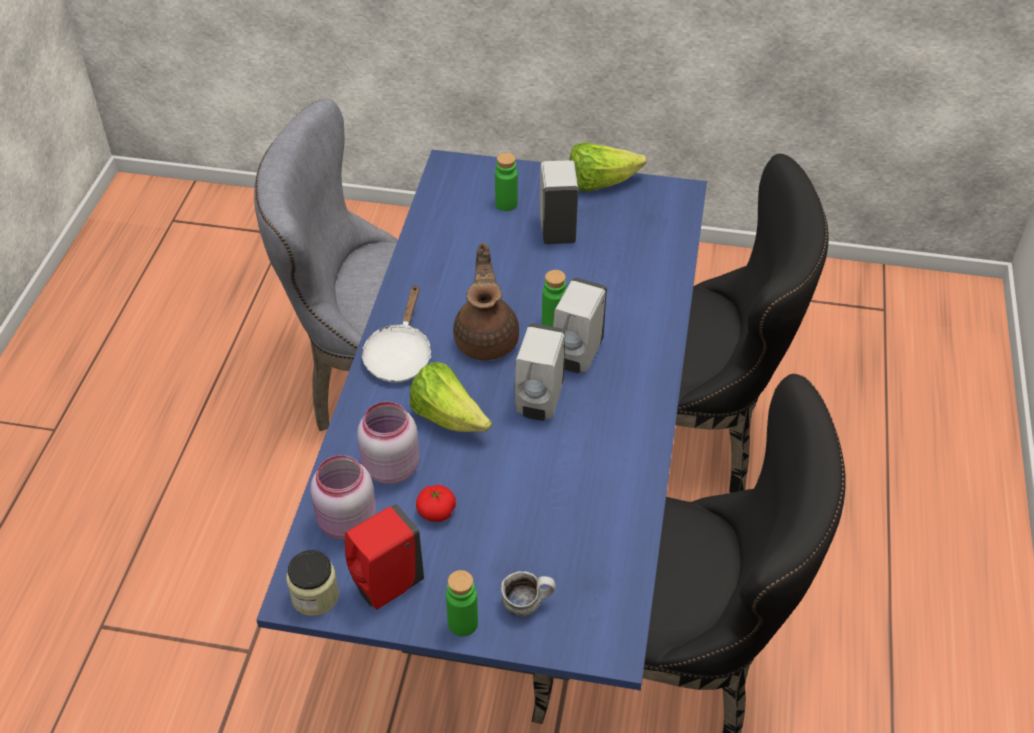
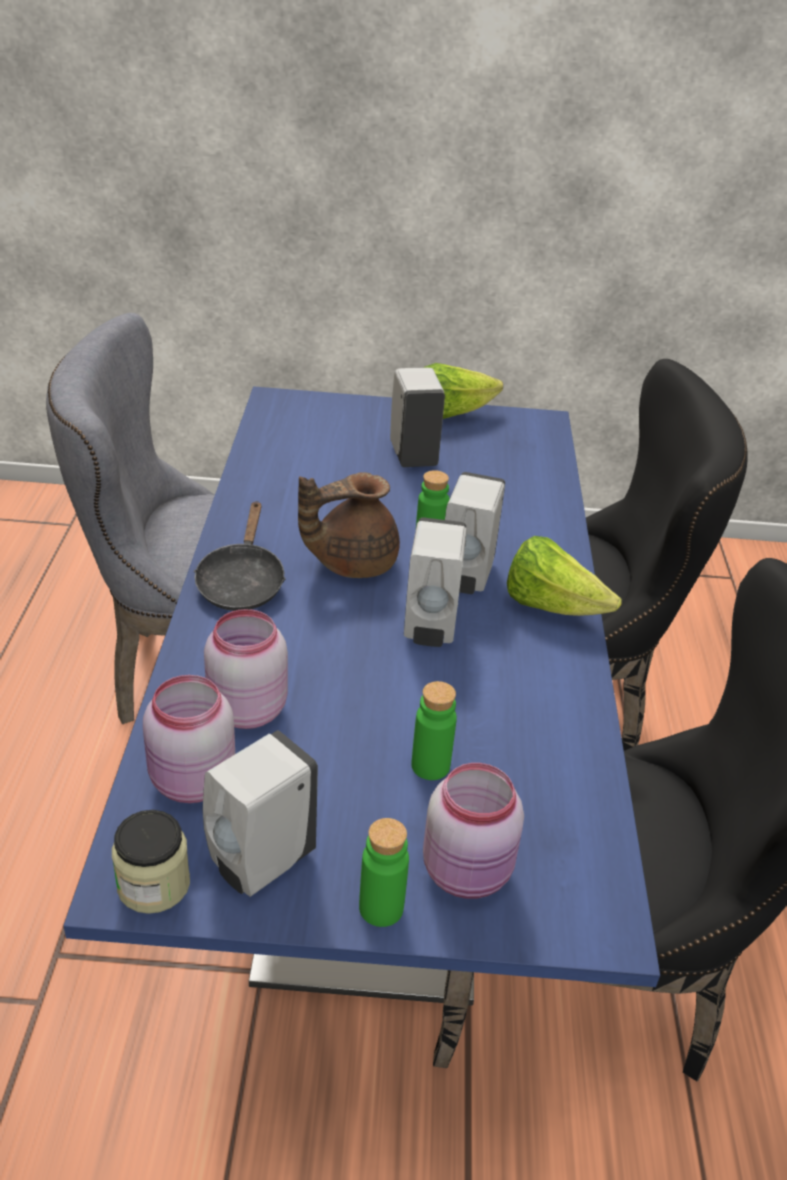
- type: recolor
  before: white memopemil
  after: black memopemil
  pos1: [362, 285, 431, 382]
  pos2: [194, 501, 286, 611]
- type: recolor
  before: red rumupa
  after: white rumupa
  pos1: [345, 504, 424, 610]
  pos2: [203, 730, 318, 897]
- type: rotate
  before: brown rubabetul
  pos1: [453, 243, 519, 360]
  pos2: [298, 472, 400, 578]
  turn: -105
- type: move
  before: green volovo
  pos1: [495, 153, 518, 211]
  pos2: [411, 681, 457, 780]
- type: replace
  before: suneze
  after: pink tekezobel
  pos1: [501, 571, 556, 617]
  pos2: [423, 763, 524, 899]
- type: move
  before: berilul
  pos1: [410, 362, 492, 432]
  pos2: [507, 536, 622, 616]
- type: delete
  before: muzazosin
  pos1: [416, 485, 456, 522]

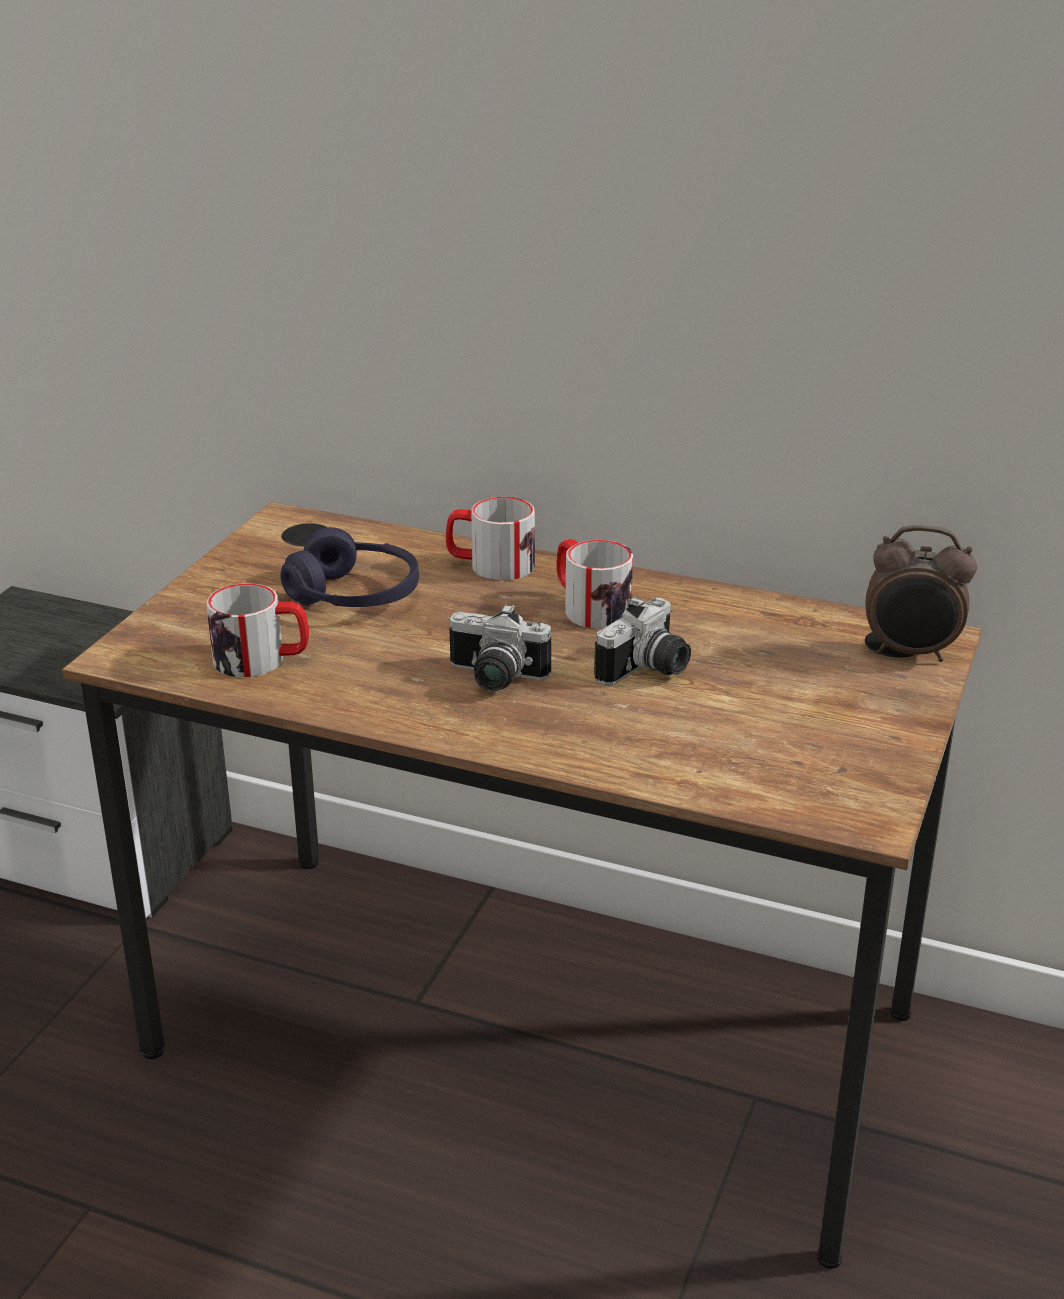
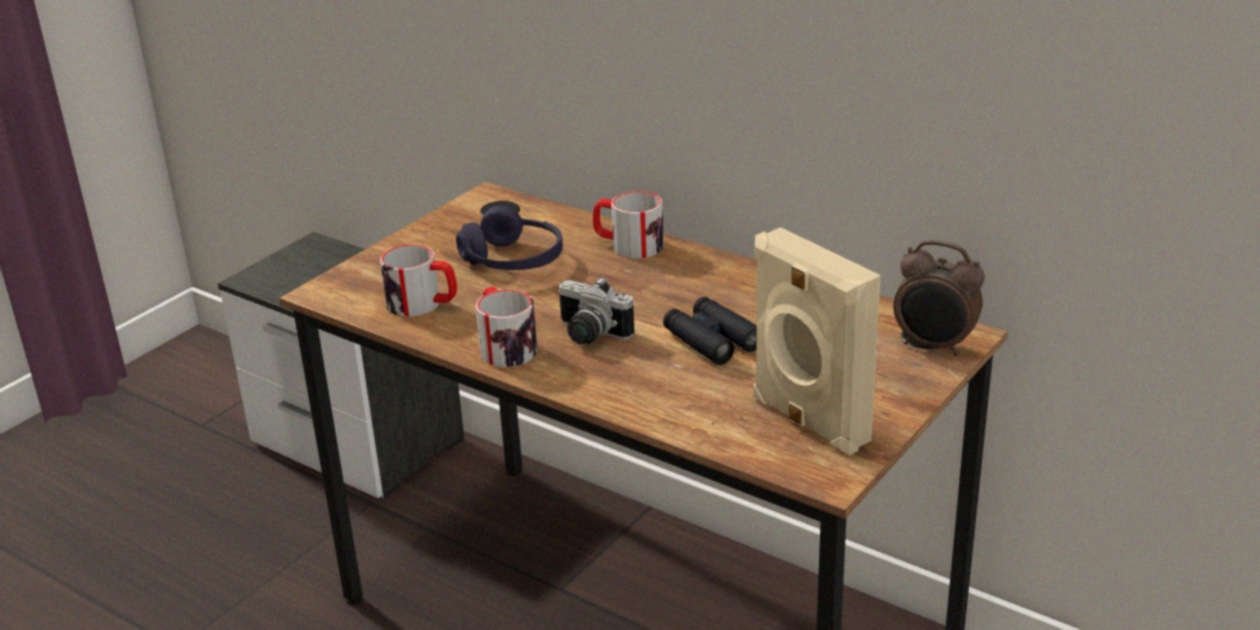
- type: move
  before: suneze
  pos1: [556, 539, 633, 629]
  pos2: [476, 287, 537, 367]
- type: replace
  before: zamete
  after: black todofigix
  pos1: [594, 596, 691, 686]
  pos2: [663, 297, 757, 365]
- type: insert
  after: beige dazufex
  pos2: [754, 227, 881, 455]

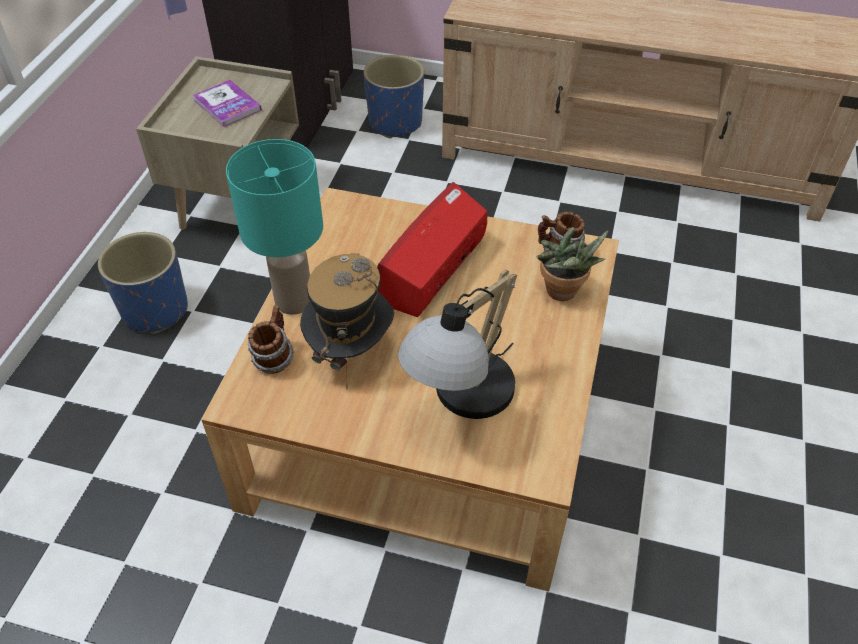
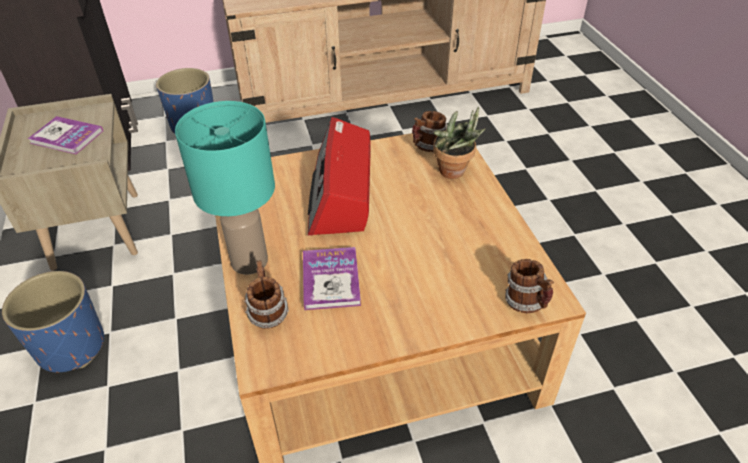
- type: replace
  before: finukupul
  after: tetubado
  pos1: [300, 253, 394, 389]
  pos2: [303, 247, 361, 310]
- type: insert
  after: suneze
  pos2: [505, 259, 554, 313]
- type: delete
  before: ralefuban
  pos1: [398, 270, 517, 419]

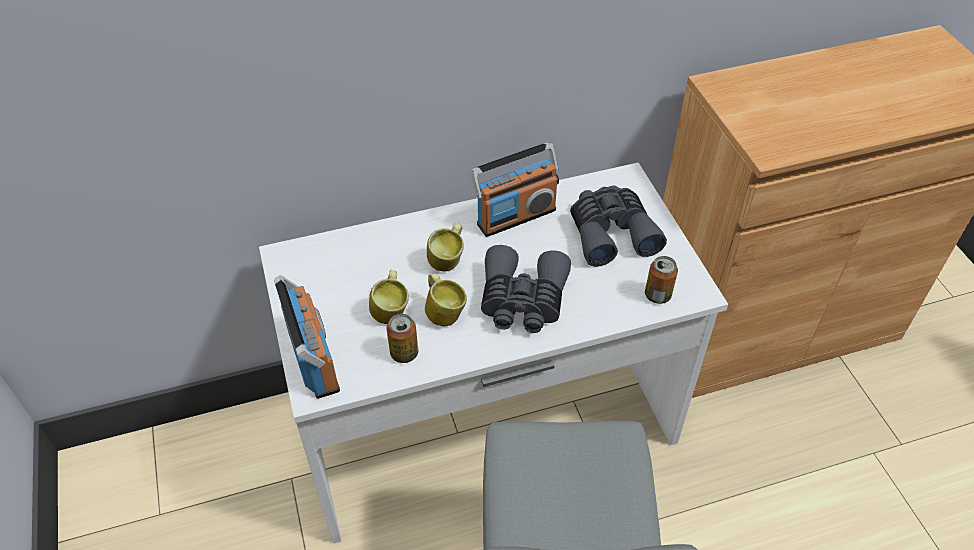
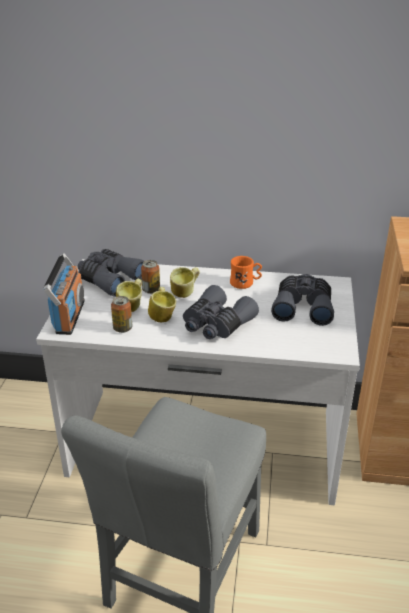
- type: insert
  after: grey todofigix
  pos2: [78, 249, 144, 297]
- type: move
  before: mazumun
  pos1: [645, 256, 678, 304]
  pos2: [141, 260, 160, 294]
- type: replace
  before: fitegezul
  after: orange suneze
  pos1: [471, 142, 559, 237]
  pos2: [230, 256, 262, 289]

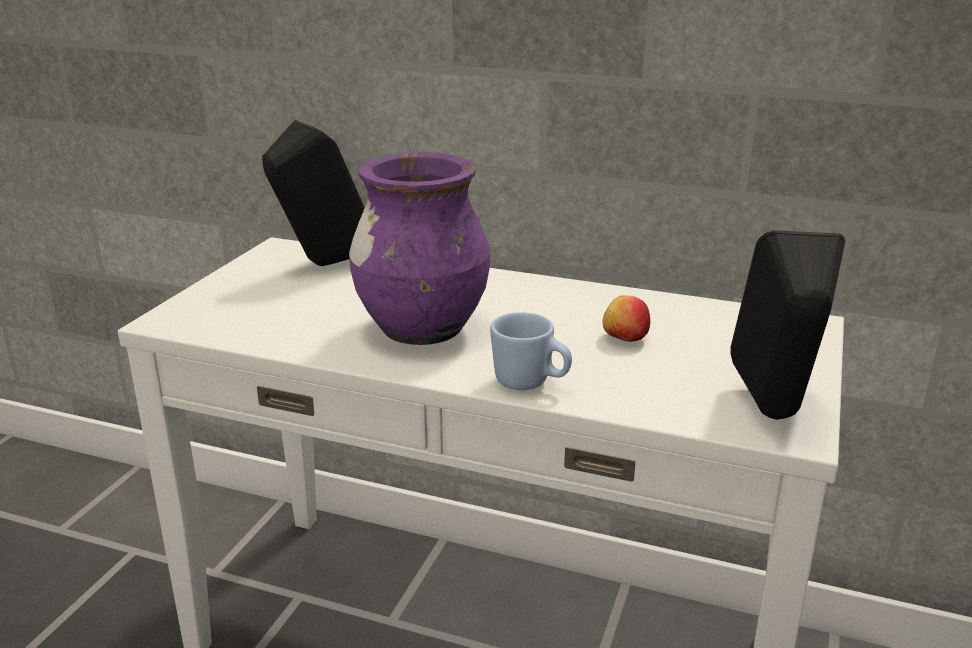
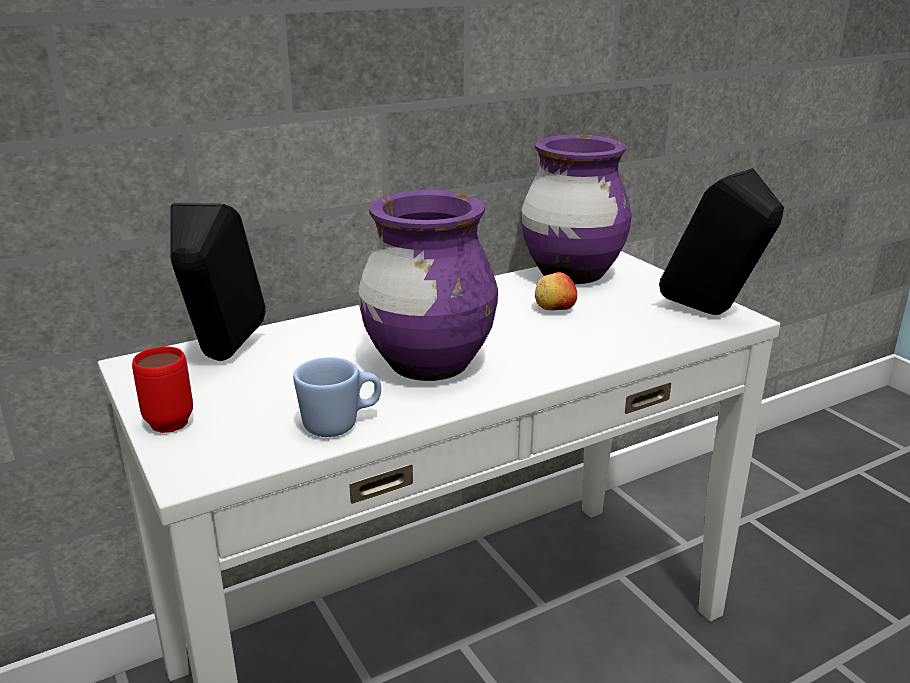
- type: insert
  after: red suneze
  pos2: [132, 346, 193, 433]
- type: move
  before: blue suneze
  pos1: [490, 312, 572, 390]
  pos2: [293, 357, 381, 437]
- type: insert
  after: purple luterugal
  pos2: [521, 134, 632, 284]

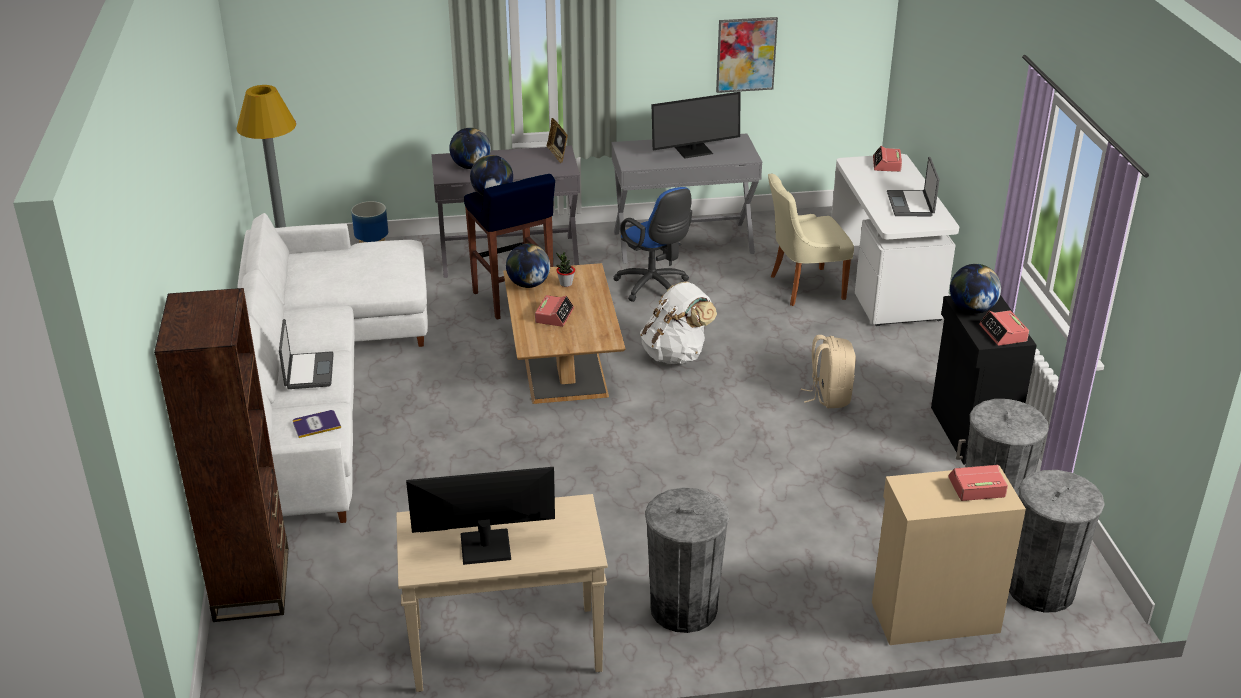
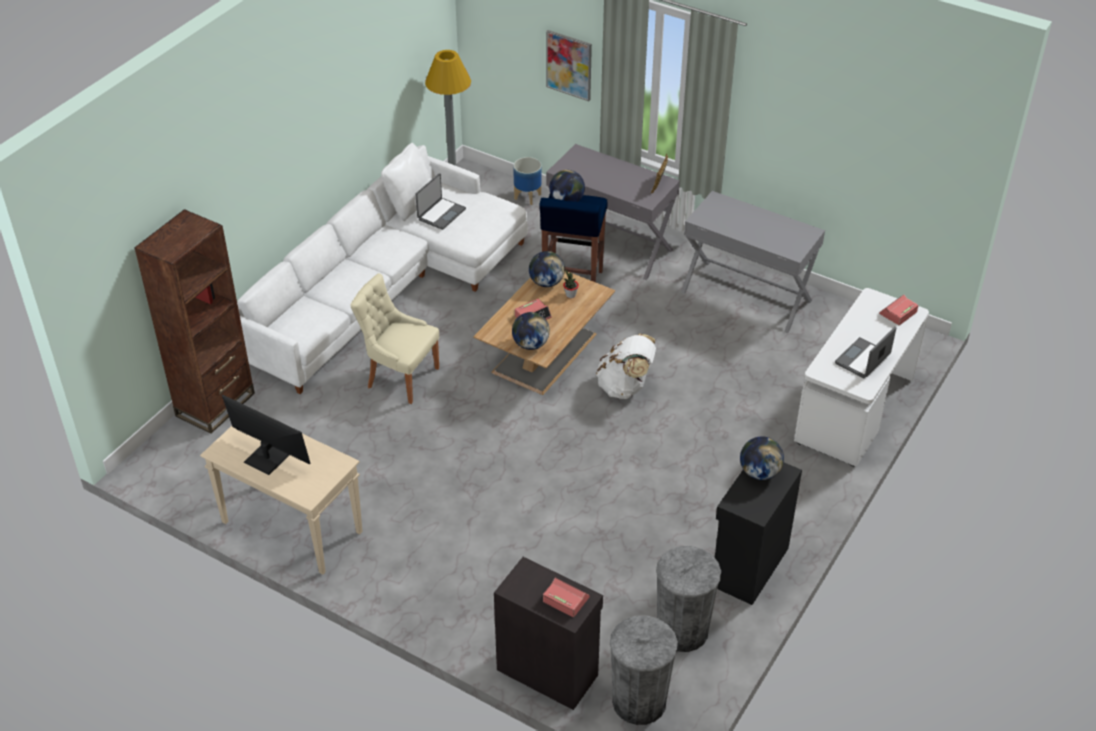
- type: move
  before: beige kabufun
  pos1: [768, 174, 854, 306]
  pos2: [350, 273, 439, 404]
- type: insert
  after: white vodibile
  pos2: [381, 143, 431, 221]
- type: move
  before: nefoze
  pos1: [279, 319, 334, 389]
  pos2: [415, 173, 466, 230]
- type: recolor
  before: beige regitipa
  after: black regitipa
  pos1: [872, 466, 1026, 645]
  pos2: [494, 557, 603, 710]
- type: move
  before: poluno
  pos1: [449, 128, 491, 169]
  pos2: [512, 312, 550, 350]
- type: move
  before: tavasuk
  pos1: [716, 17, 778, 93]
  pos2: [546, 30, 592, 101]
- type: delete
  before: tetubado
  pos1: [292, 410, 341, 438]
- type: delete
  before: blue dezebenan
  pos1: [613, 187, 692, 302]
- type: delete
  before: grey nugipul
  pos1: [645, 488, 729, 633]
- type: delete
  before: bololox
  pos1: [651, 92, 740, 159]
- type: delete
  before: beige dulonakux
  pos1: [801, 335, 856, 408]
- type: delete
  before: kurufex
  pos1: [979, 311, 1029, 346]

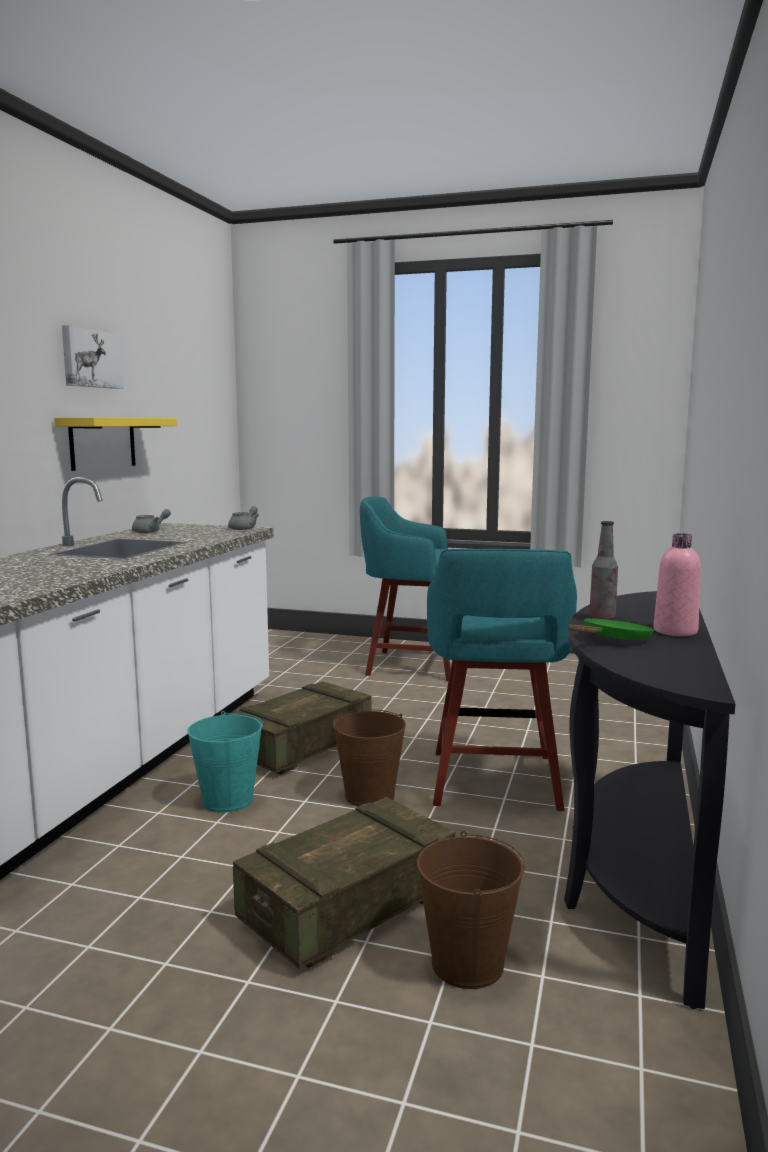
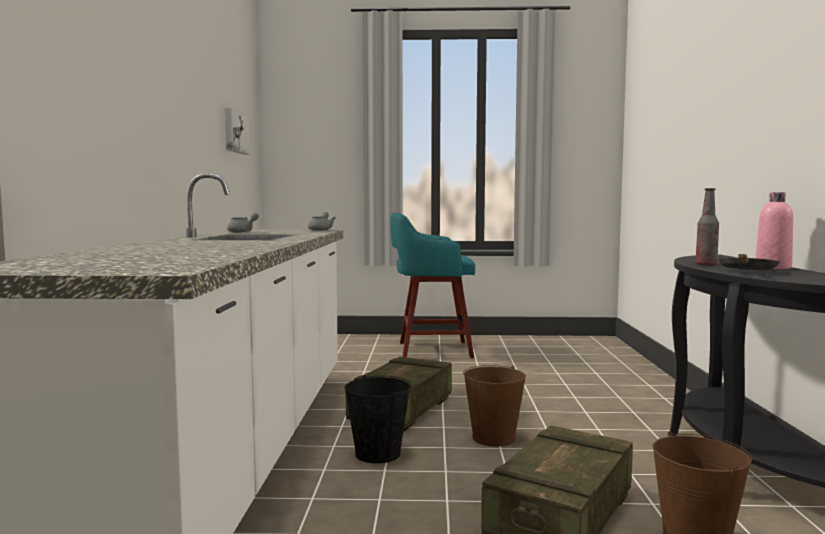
- type: move
  before: tavasuk
  pos1: [62, 325, 124, 389]
  pos2: [225, 108, 250, 155]
- type: recolor
  before: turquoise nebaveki
  after: black nebaveki
  pos1: [187, 711, 263, 813]
  pos2: [345, 375, 411, 463]
- type: recolor
  before: green memopemil
  after: black memopemil
  pos1: [568, 618, 654, 640]
  pos2: [718, 254, 780, 270]
- type: delete
  before: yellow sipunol
  pos1: [54, 417, 177, 471]
- type: delete
  before: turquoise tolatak
  pos1: [427, 549, 577, 811]

